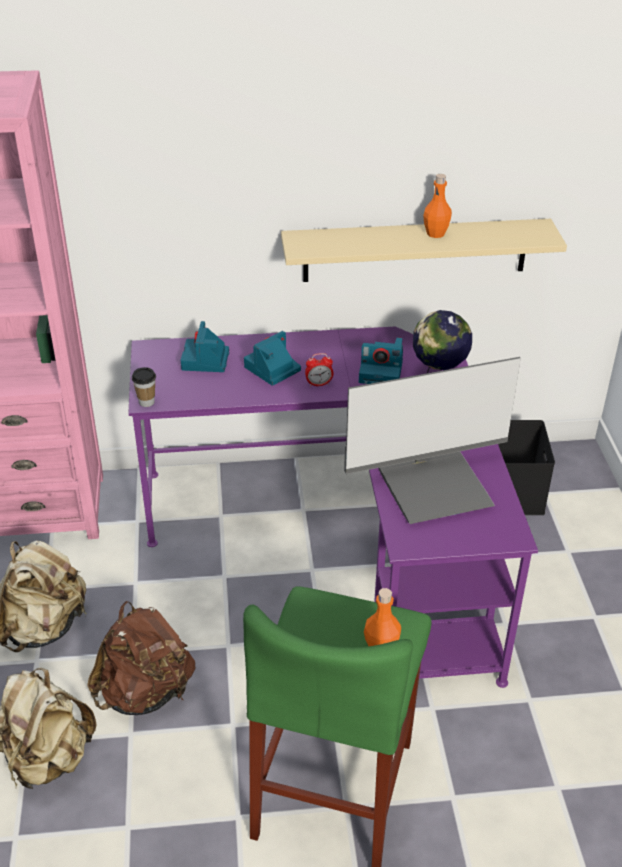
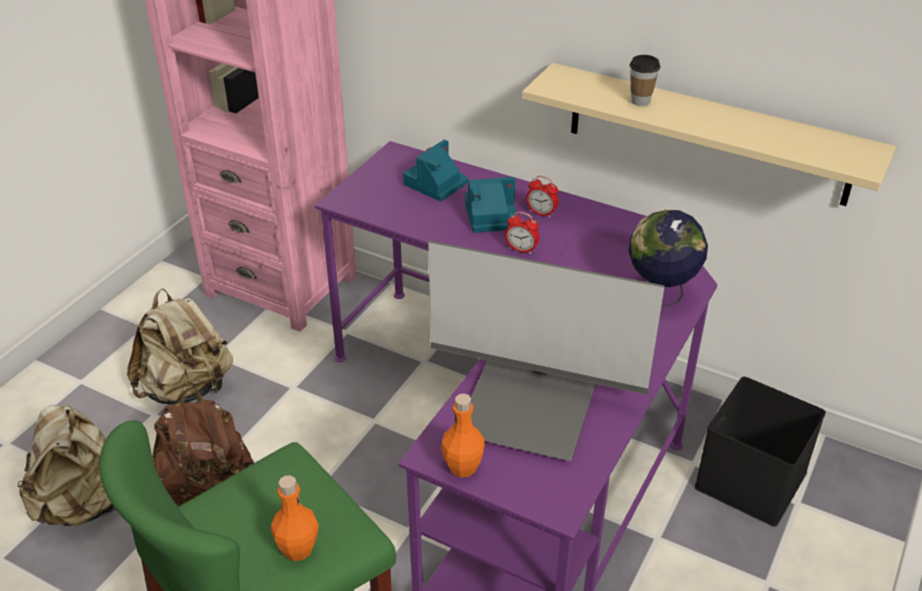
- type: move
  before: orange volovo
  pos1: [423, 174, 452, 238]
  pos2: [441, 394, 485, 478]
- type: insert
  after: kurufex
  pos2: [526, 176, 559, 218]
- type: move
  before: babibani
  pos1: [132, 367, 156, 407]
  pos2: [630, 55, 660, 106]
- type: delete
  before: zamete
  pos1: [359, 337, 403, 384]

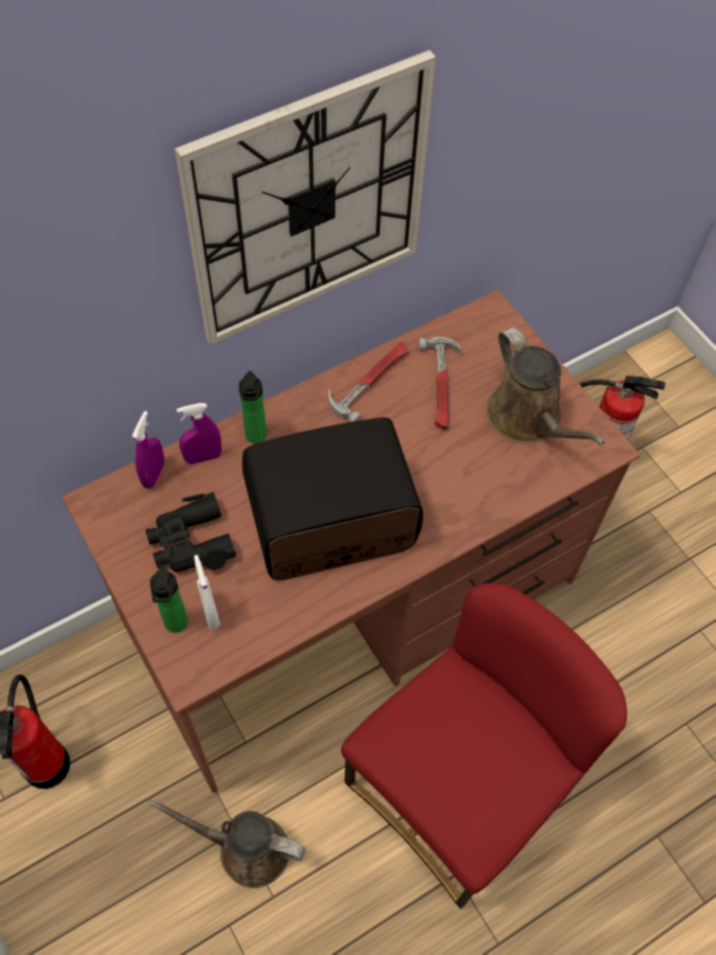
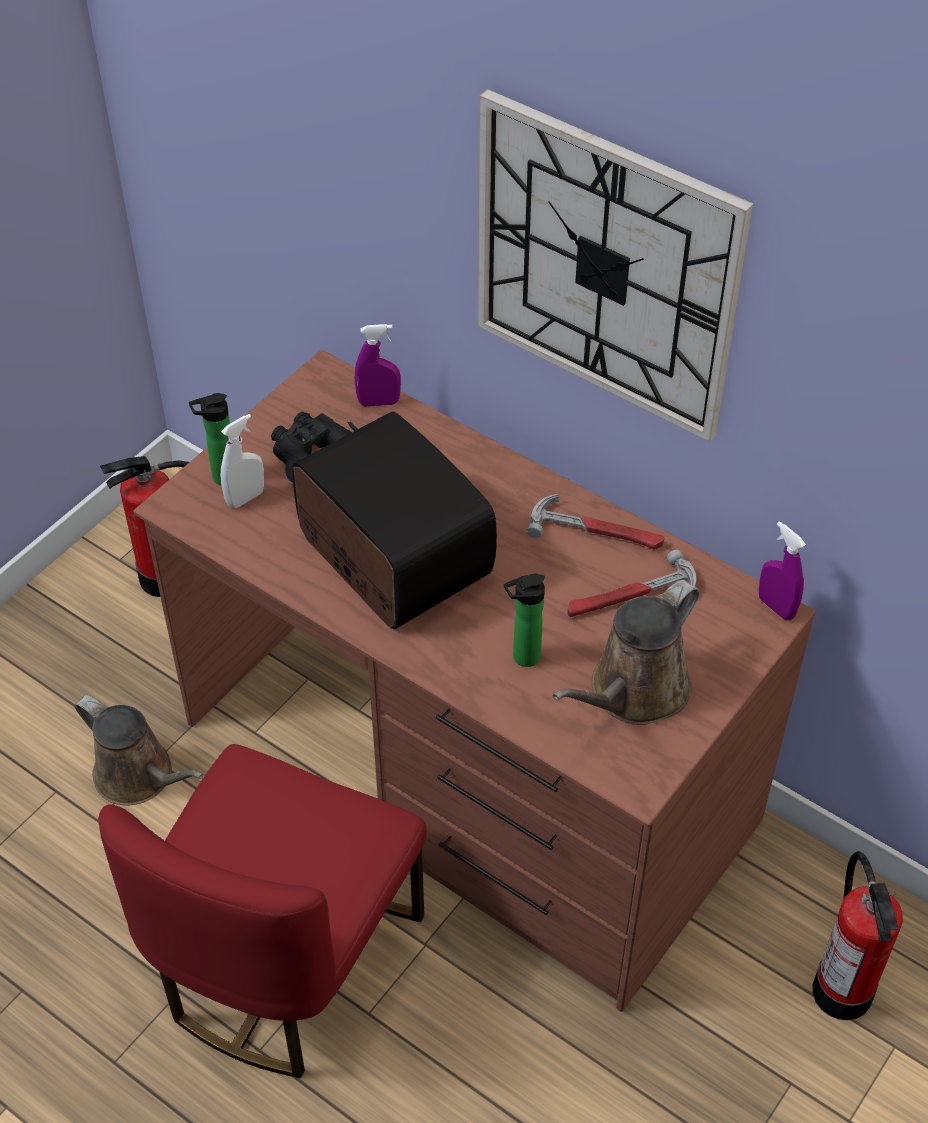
- type: rotate
  before: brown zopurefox
  pos1: [148, 799, 305, 888]
  pos2: [75, 695, 203, 806]
  turn: 135
- type: rotate
  before: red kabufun
  pos1: [341, 583, 627, 909]
  pos2: [98, 744, 427, 1078]
  turn: 90
- type: move
  before: volovo
  pos1: [239, 371, 267, 444]
  pos2: [504, 573, 545, 667]
- type: move
  before: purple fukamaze
  pos1: [177, 403, 222, 464]
  pos2: [759, 521, 806, 620]

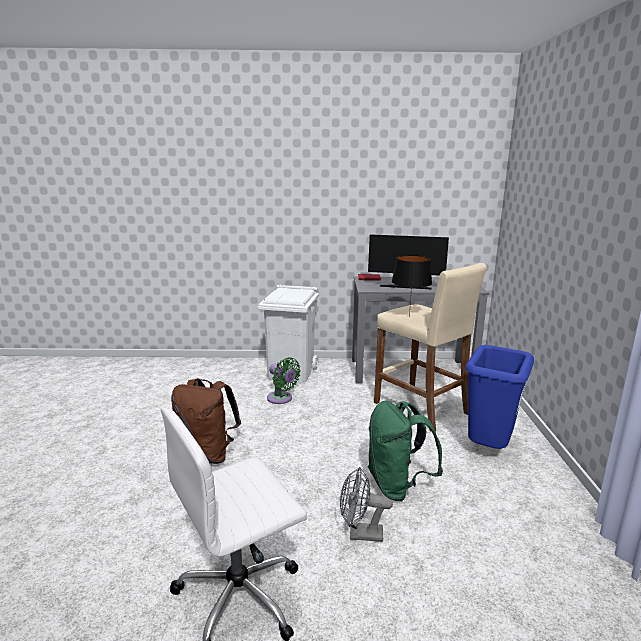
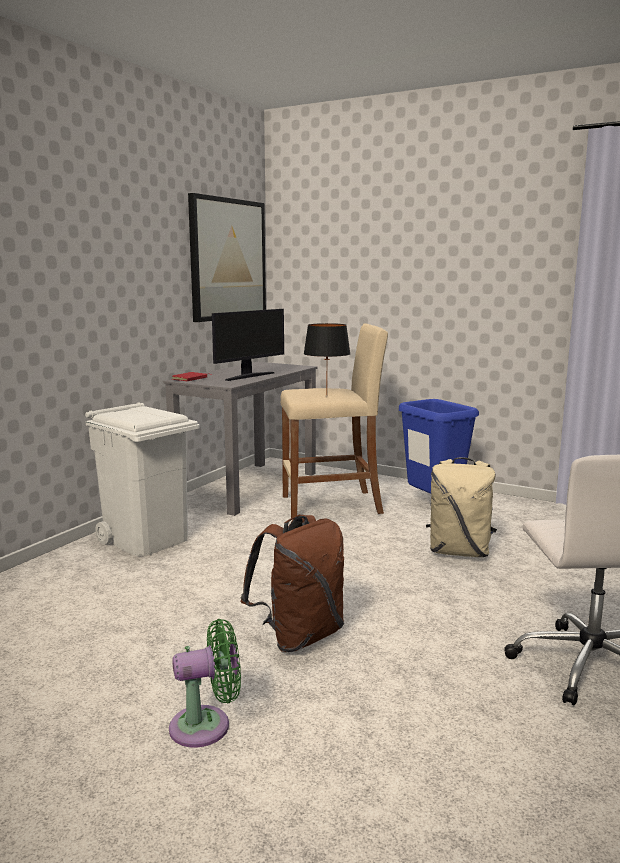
- type: move
  before: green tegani
  pos1: [267, 357, 301, 404]
  pos2: [169, 619, 241, 748]
- type: insert
  after: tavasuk
  pos2: [188, 193, 266, 322]
- type: recolor
  before: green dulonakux
  after: beige dulonakux
  pos1: [368, 401, 443, 501]
  pos2: [426, 457, 497, 557]
- type: delete
  before: grey tegani
  pos1: [340, 467, 393, 542]

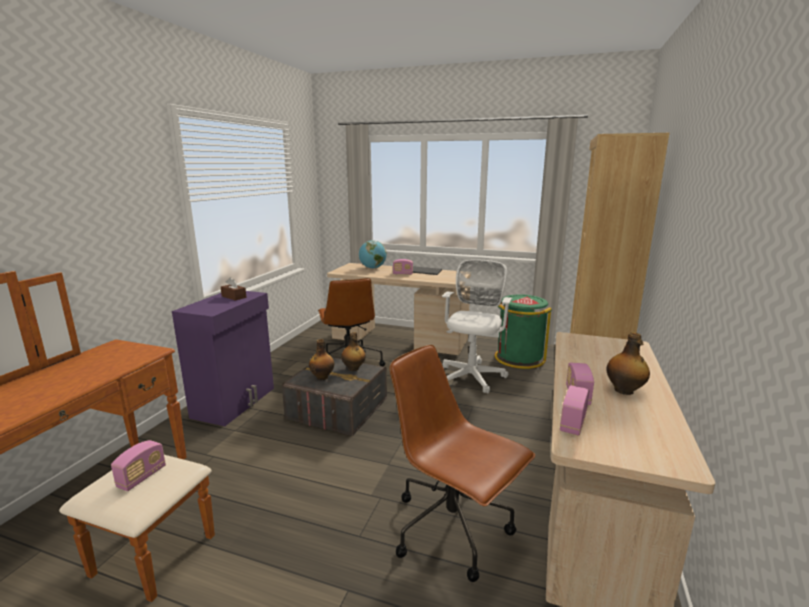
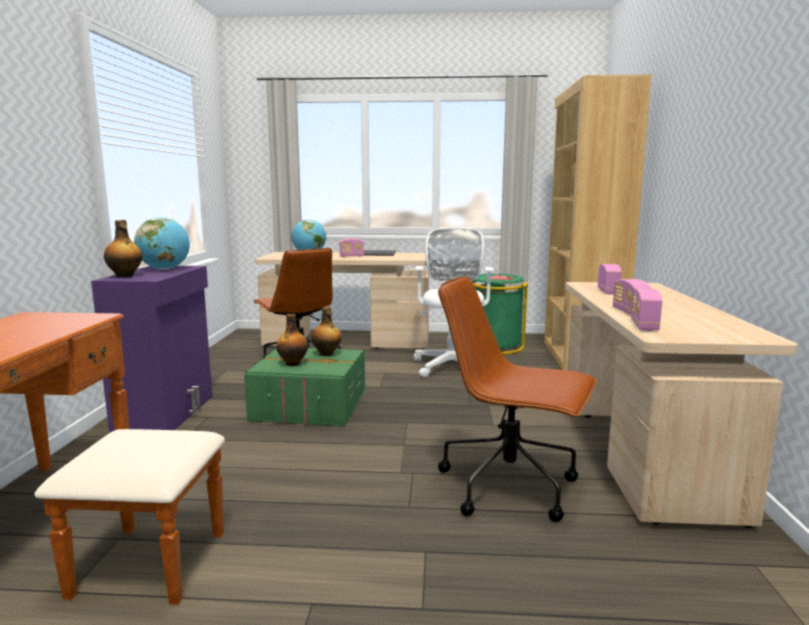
- type: move
  before: volovo
  pos1: [606, 332, 650, 395]
  pos2: [104, 220, 143, 277]
- type: replace
  before: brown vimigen
  after: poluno
  pos1: [221, 277, 246, 301]
  pos2: [134, 217, 190, 270]
- type: recolor
  before: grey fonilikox
  after: green fonilikox
  pos1: [282, 357, 387, 436]
  pos2: [244, 348, 365, 427]
- type: move
  before: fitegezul
  pos1: [111, 440, 166, 491]
  pos2: [598, 264, 622, 295]

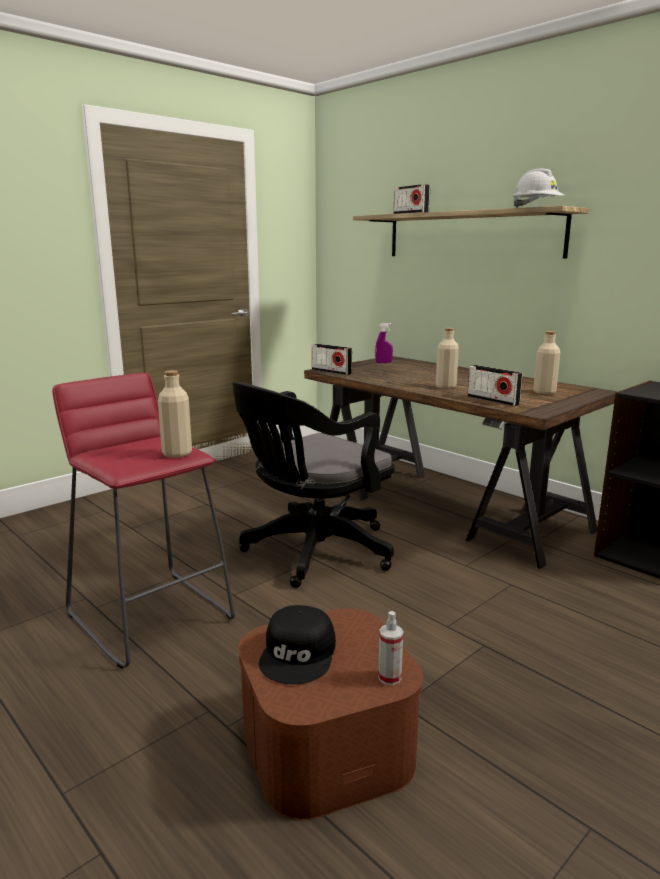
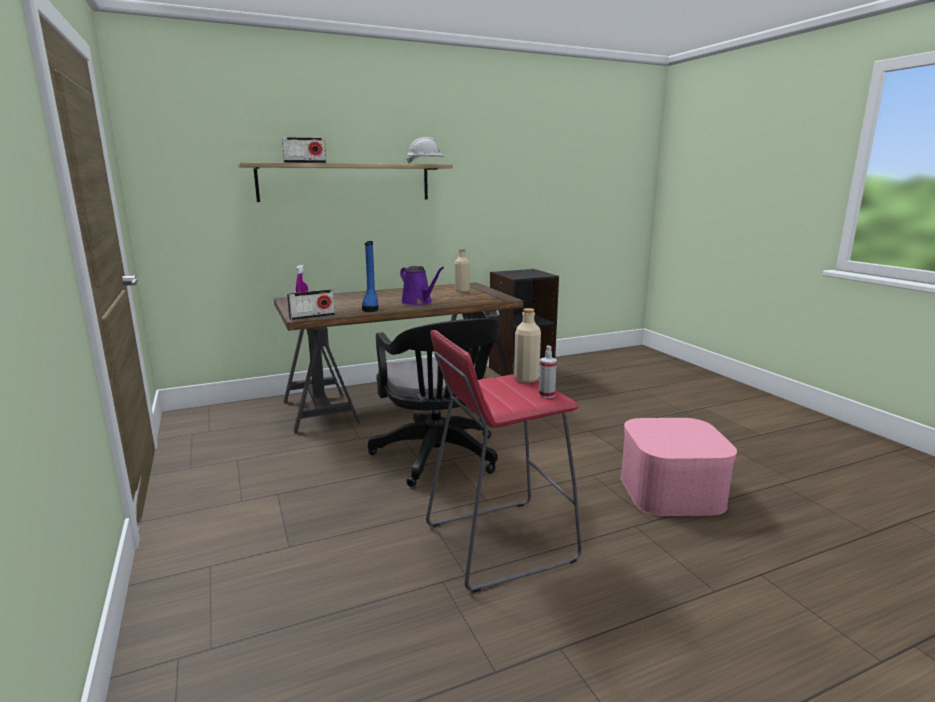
- type: insert
  after: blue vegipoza
  pos2: [362, 241, 379, 312]
- type: replace
  before: beige volovo
  after: purple zopurefox
  pos1: [436, 328, 459, 389]
  pos2: [400, 266, 444, 305]
- type: move
  before: fukamaze
  pos1: [378, 611, 403, 685]
  pos2: [539, 346, 557, 398]
- type: recolor
  before: brown fonilikox
  after: pink fonilikox
  pos1: [238, 609, 423, 820]
  pos2: [621, 418, 737, 516]
- type: delete
  before: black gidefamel
  pos1: [259, 605, 336, 684]
- type: delete
  before: fitegezul
  pos1: [468, 365, 523, 406]

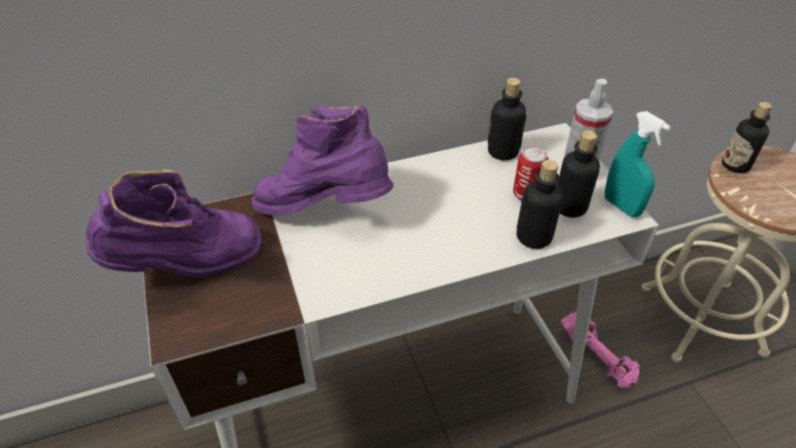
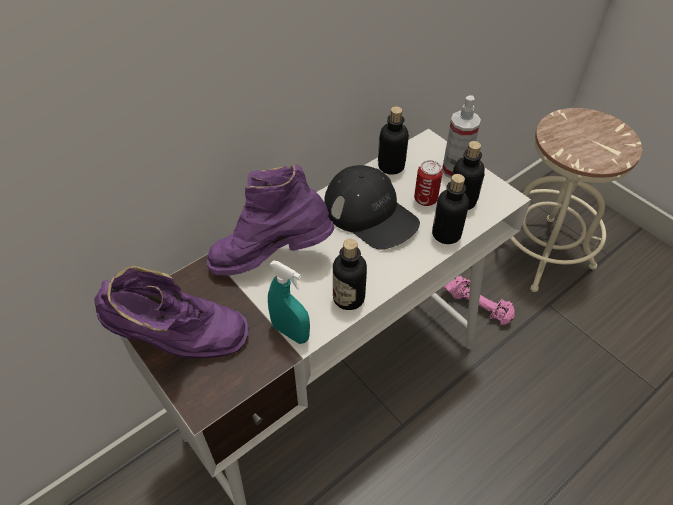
- type: rotate
  before: purple vegipoza
  pos1: [86, 169, 261, 277]
  pos2: [94, 266, 249, 358]
  turn: 45
- type: move
  before: turquoise fukamaze
  pos1: [605, 111, 671, 217]
  pos2: [268, 260, 310, 344]
- type: insert
  after: black gidefamel
  pos2: [324, 165, 420, 250]
- type: move
  before: volovo
  pos1: [722, 102, 772, 173]
  pos2: [333, 239, 367, 310]

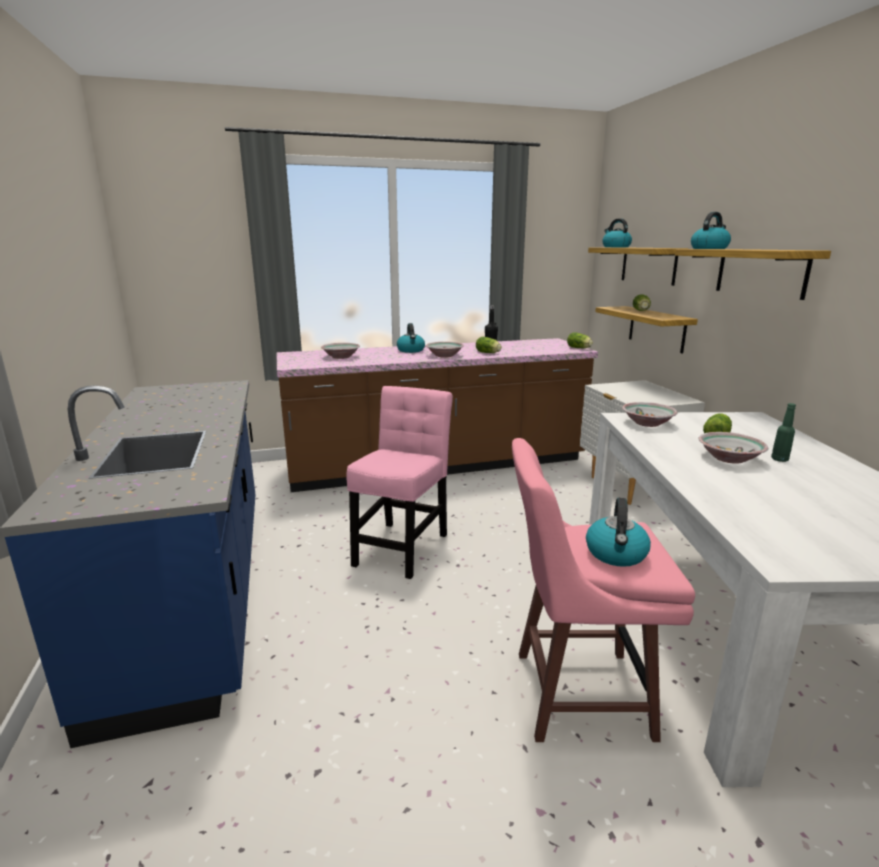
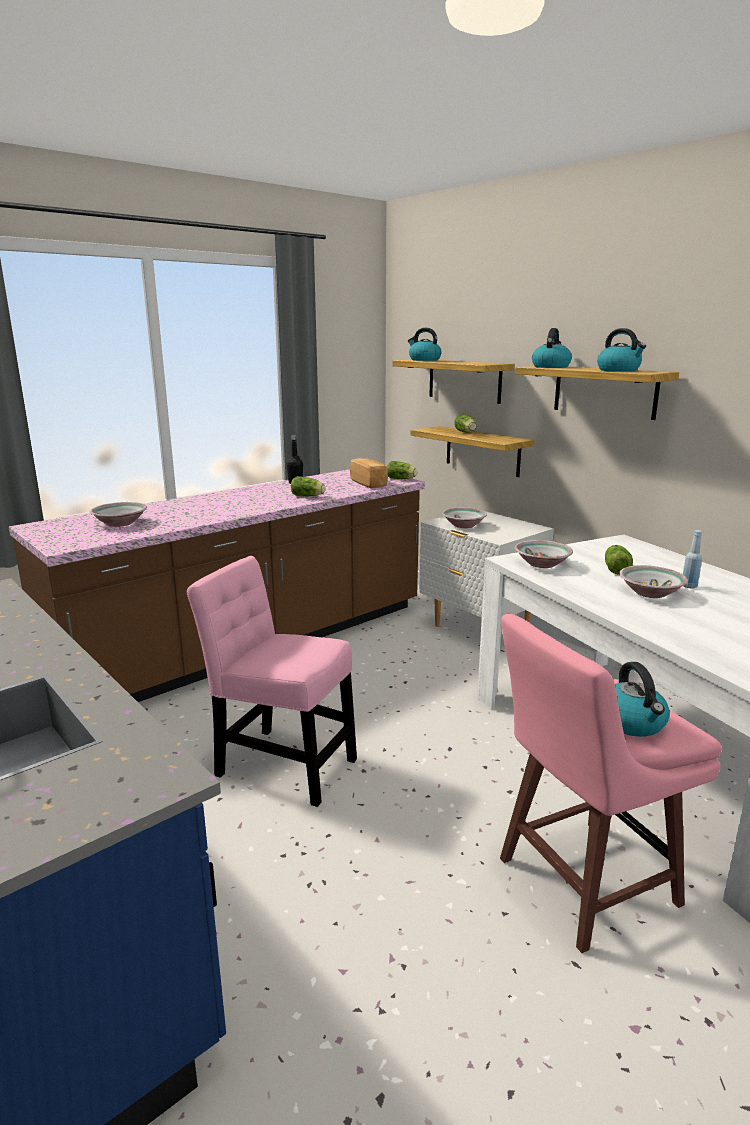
- type: rotate
  before: pink kabufun
  pos1: [347, 386, 453, 579]
  pos2: [187, 556, 357, 807]
  turn: -60
- type: insert
  after: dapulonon
  pos2: [350, 458, 388, 488]
- type: move
  before: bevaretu
  pos1: [426, 342, 464, 358]
  pos2: [442, 507, 487, 528]
- type: move
  before: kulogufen
  pos1: [397, 323, 425, 353]
  pos2: [597, 328, 646, 372]
- type: recolor
  before: green volovo
  after: blue volovo
  pos1: [771, 403, 796, 462]
  pos2: [683, 530, 702, 588]

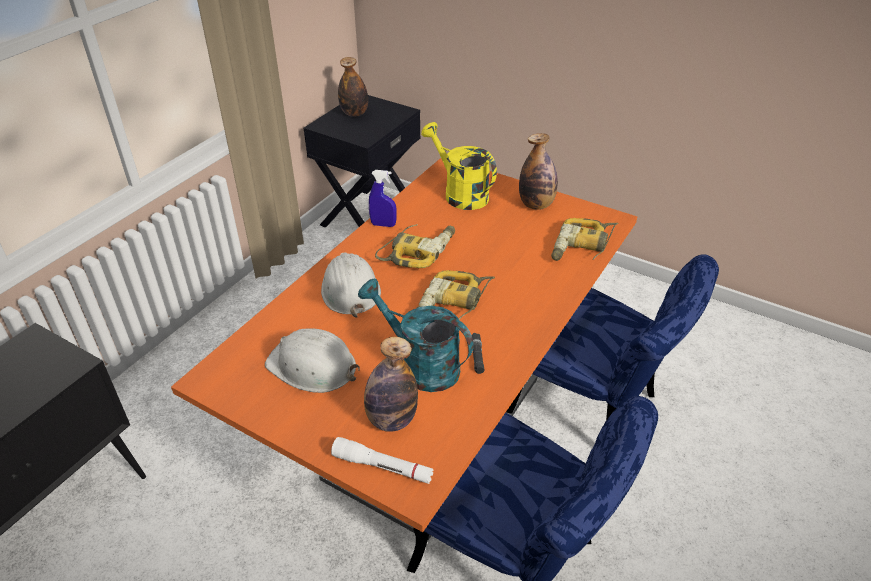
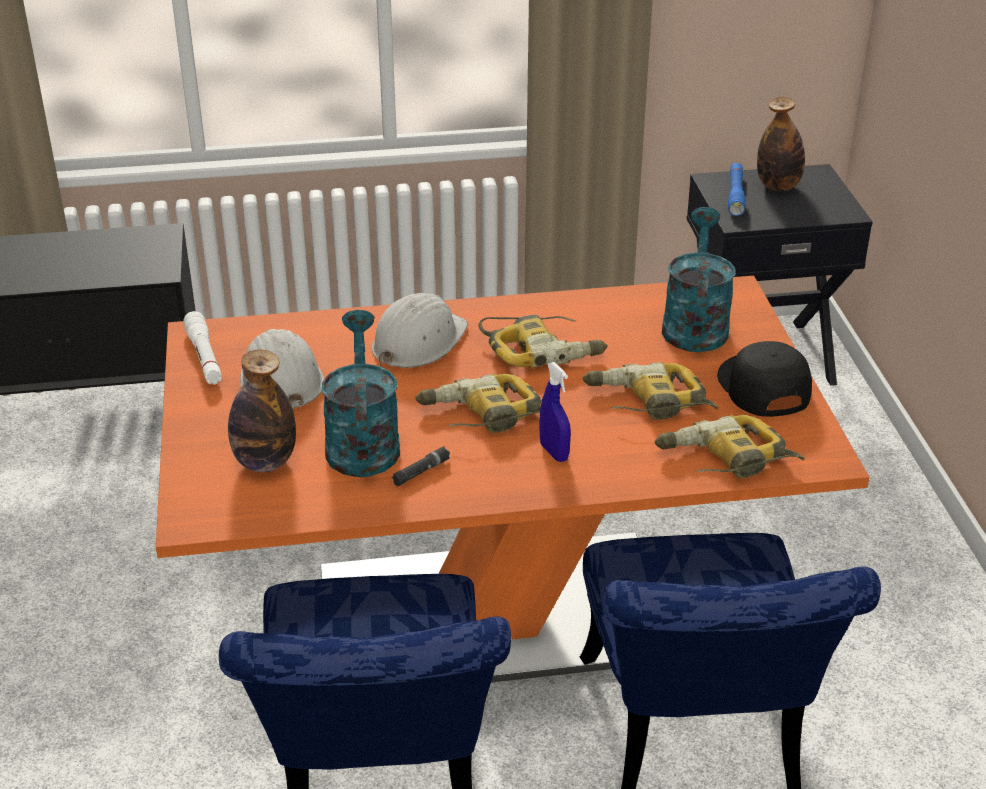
- type: move
  before: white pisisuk
  pos1: [331, 437, 434, 484]
  pos2: [184, 311, 222, 385]
- type: move
  before: blue fukamaze
  pos1: [369, 170, 397, 227]
  pos2: [540, 362, 571, 462]
- type: insert
  after: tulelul
  pos2: [583, 362, 718, 420]
- type: recolor
  before: yellow zopurefox
  after: turquoise zopurefox
  pos1: [421, 122, 497, 210]
  pos2: [662, 207, 736, 352]
- type: replace
  before: volovo
  after: black gidefamel
  pos1: [519, 133, 558, 210]
  pos2: [717, 341, 812, 417]
- type: insert
  after: blue pisisuk
  pos2: [728, 163, 746, 216]

